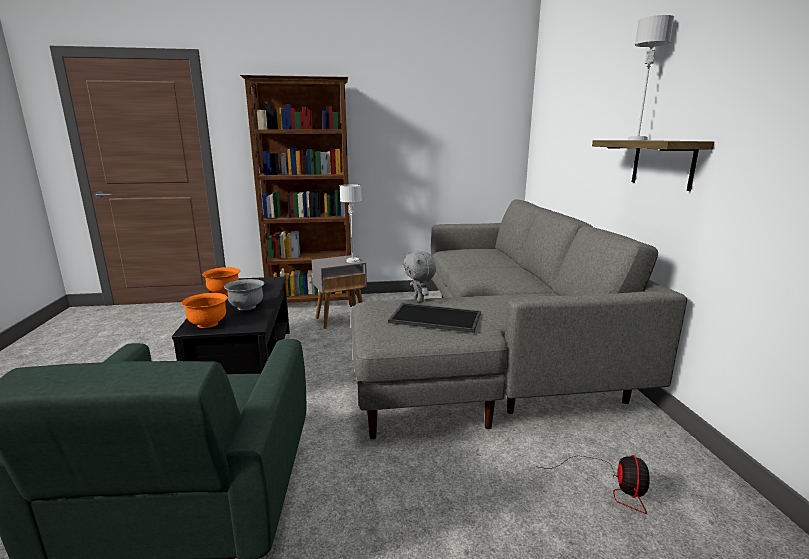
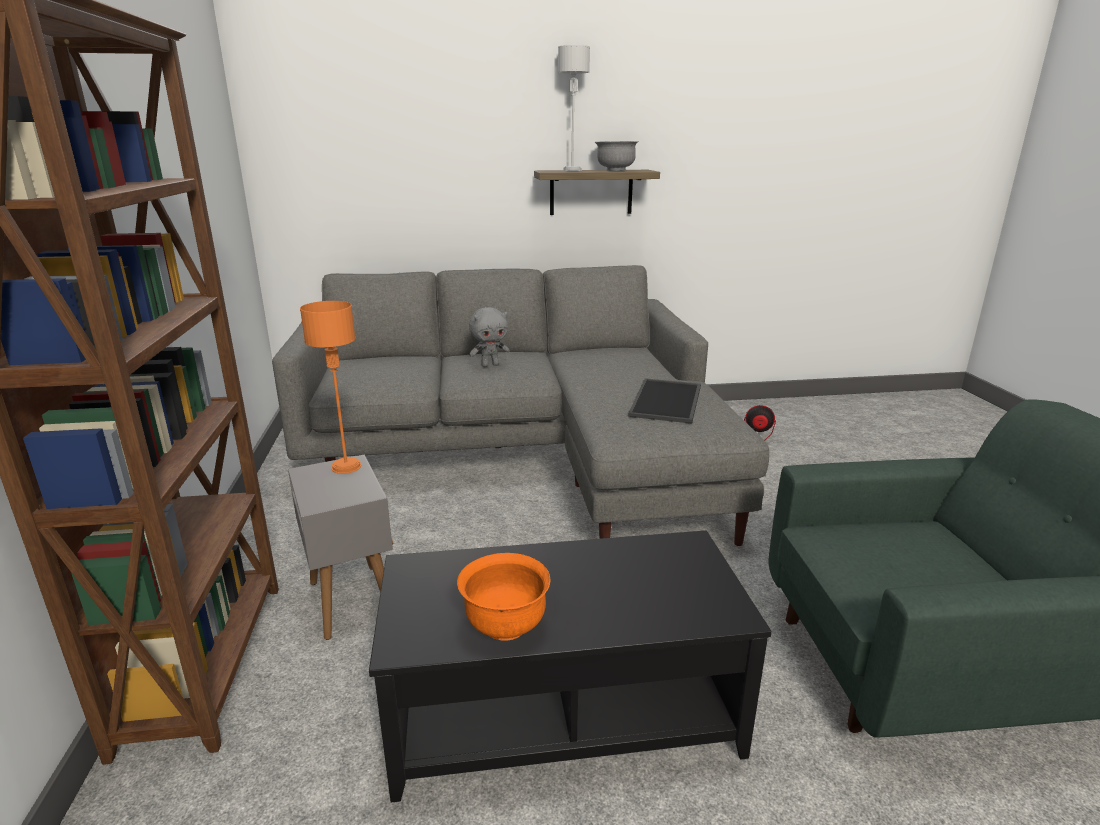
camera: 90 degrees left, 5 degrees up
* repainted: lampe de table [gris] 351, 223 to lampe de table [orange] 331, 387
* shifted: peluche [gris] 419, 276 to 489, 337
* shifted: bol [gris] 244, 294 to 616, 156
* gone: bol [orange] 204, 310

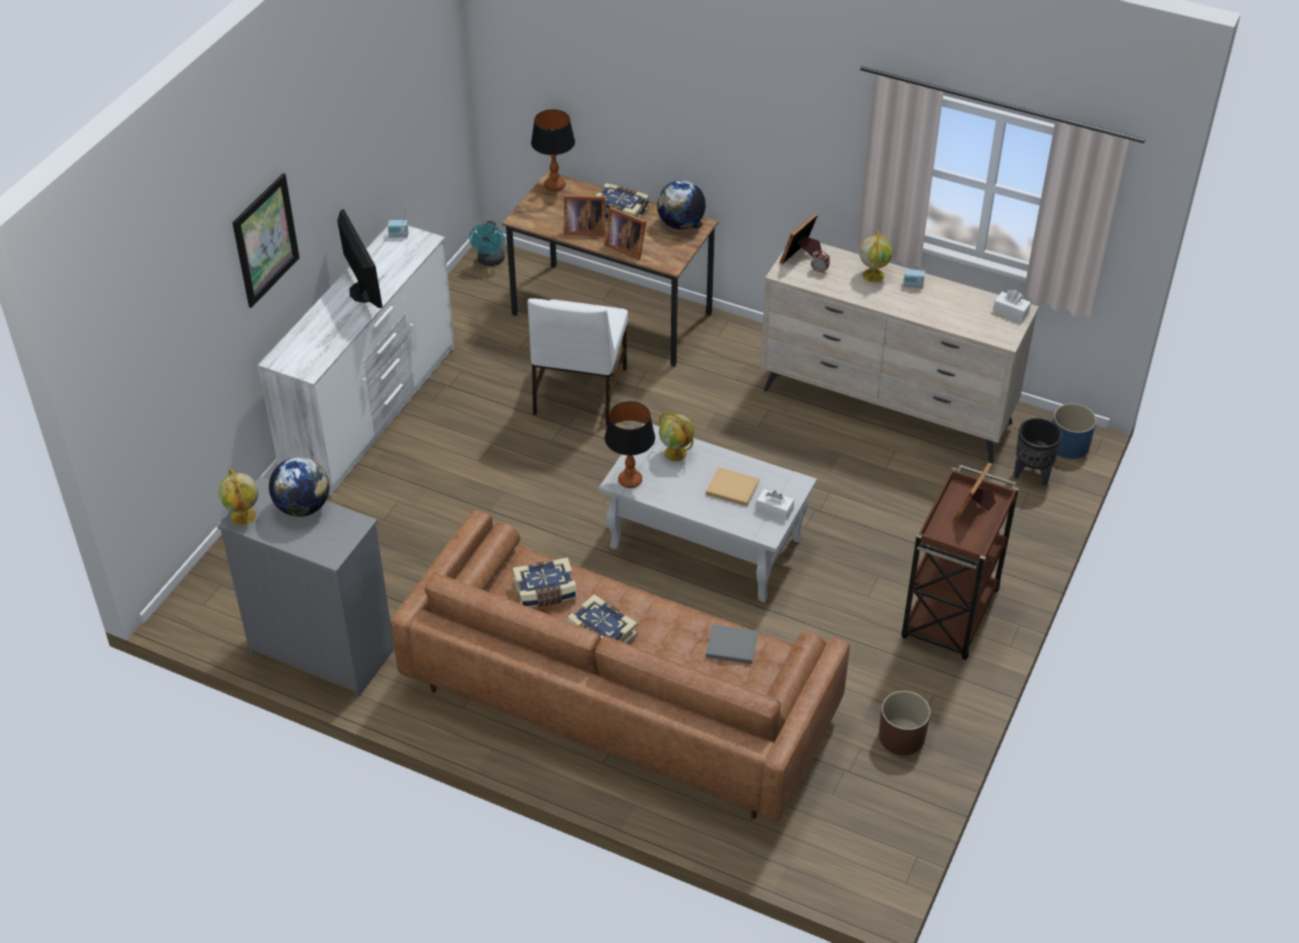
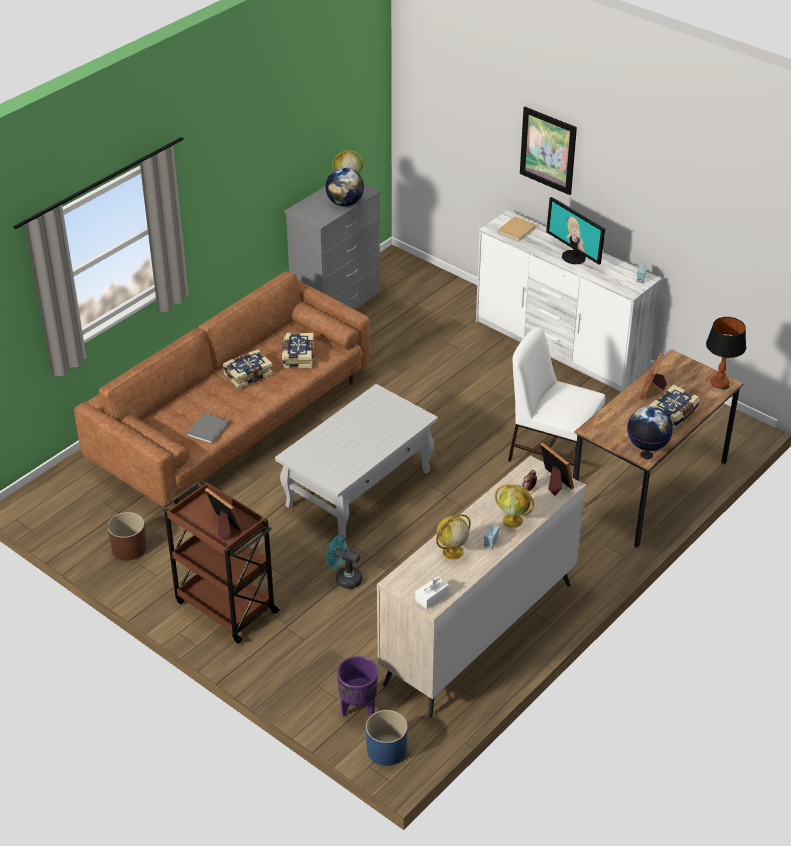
camera: 105 degrees right, 5 degrees down
* gone: cadre photo 625, 233
* rotated: écran d'ordinateur 360, 258 = 575, 230 60 degrees clockwise
* shifted: ventilateur [turquoise] 487, 243 to 344, 562
* gone: lampe de table 630, 444
* shifted: globe 676, 436 to 453, 537
* repainted: cache-pot [noir] 1038, 452 to cache-pot [violet] 357, 686
* shifted: livre [beige] 732, 486 to 517, 229
* gone: boîte à mouchoirs [blanc] 775, 505

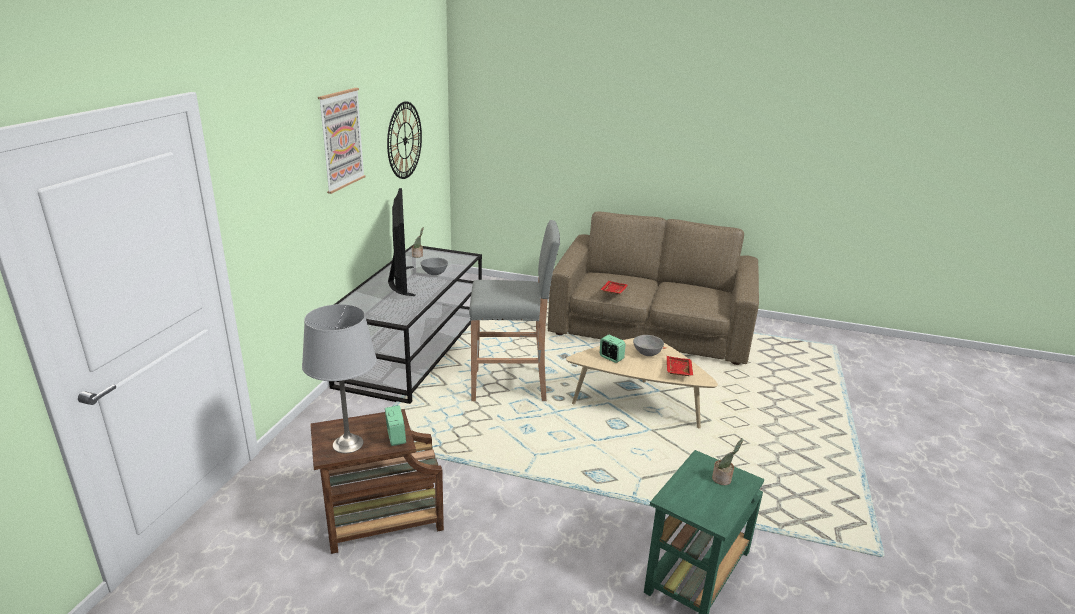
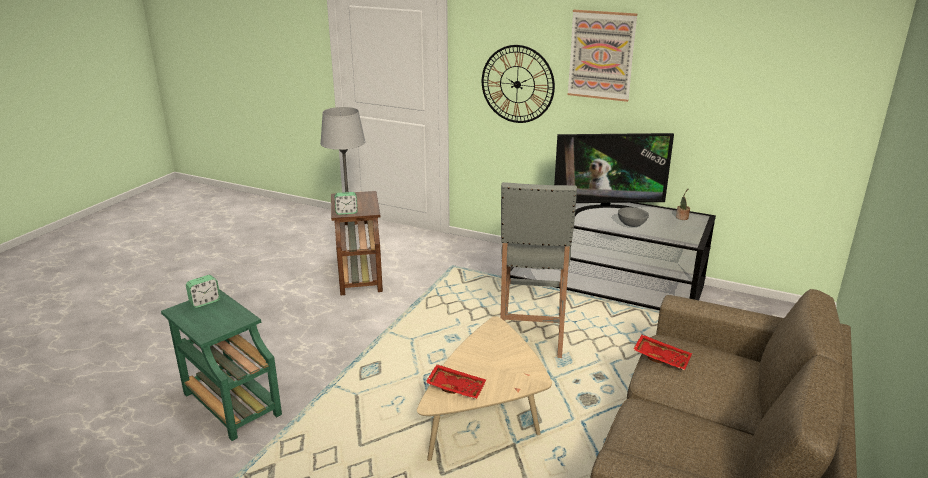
camera: 100 degrees right, 0 degrees up
* shifted: horloge murale 404, 140 to 518, 84
* shifted: réveil 612, 349 to 203, 291
* gone: bol [gris] 648, 345
* gone: plante en pot 727, 461

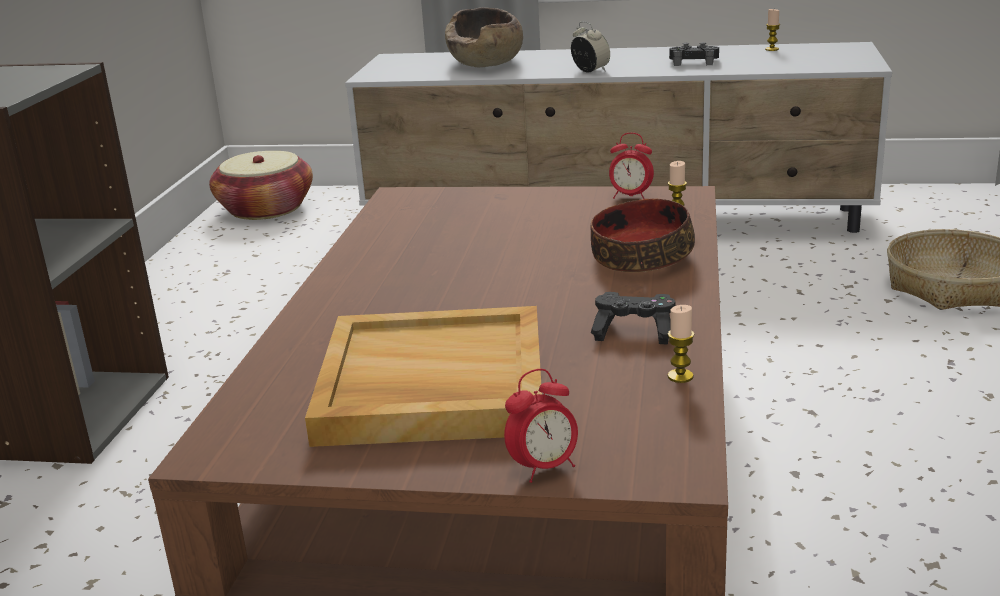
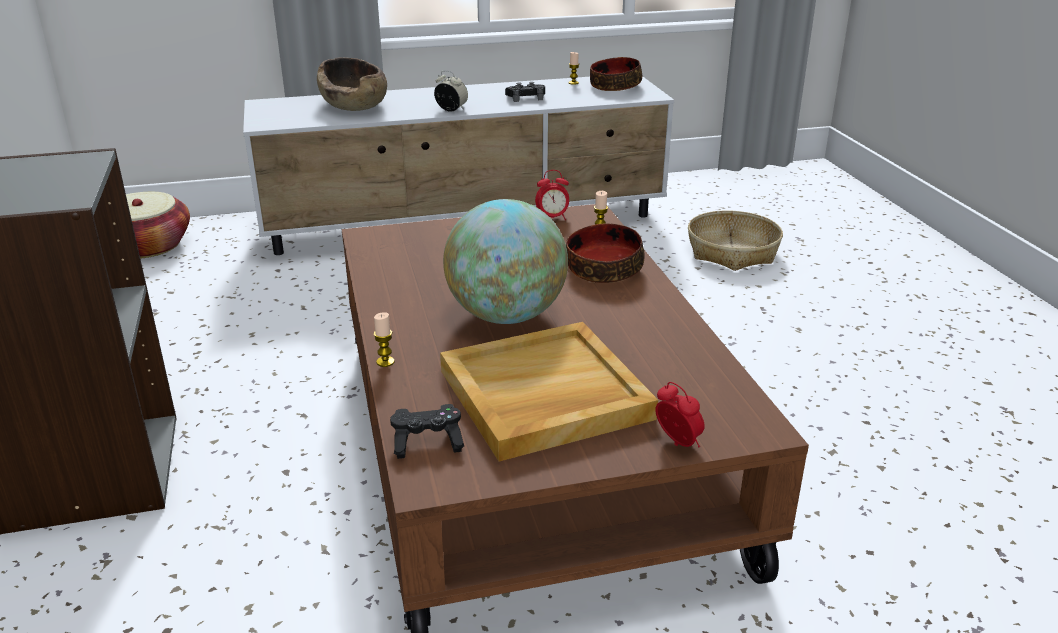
camera: 25 degrees left, 5 degrees up
* shifted: manette [noir] 633, 318 to 427, 431
* shifted: bougie 681, 344 to 384, 339
* rotated: réveil 541, 426 = 680, 414 75 degrees counterclockwise
* new: bol 616, 74
* new: globe 505, 261

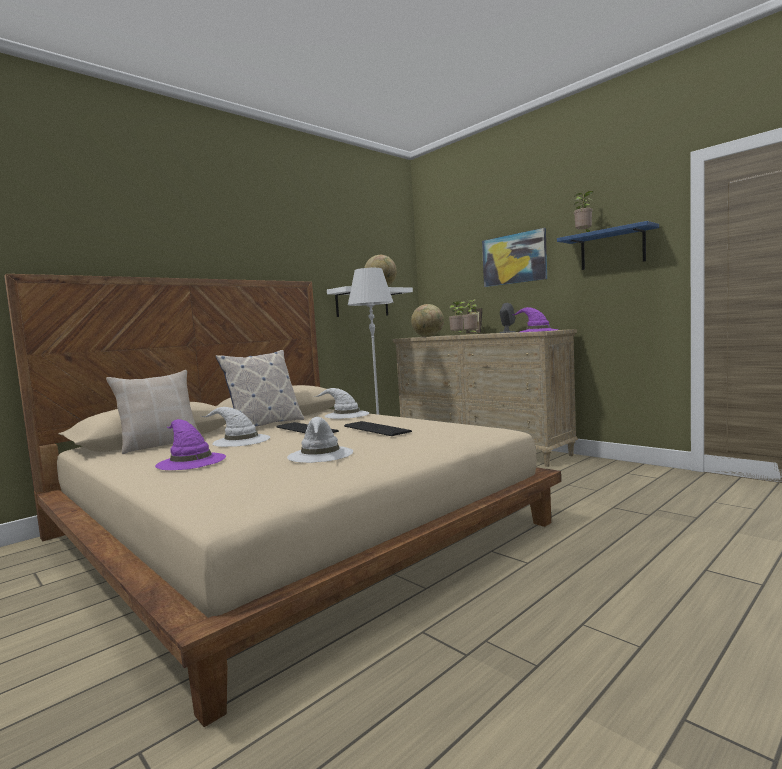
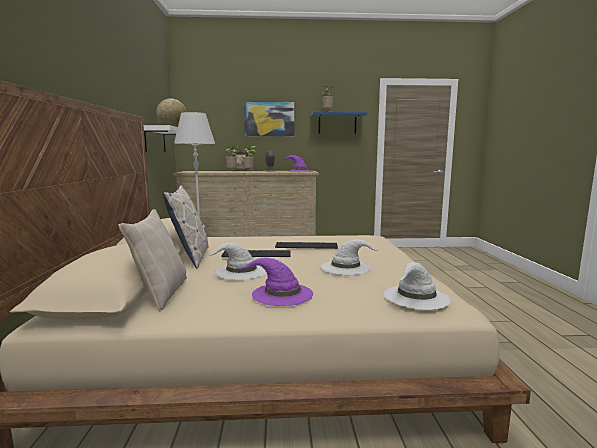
camera: 50 degrees left, 5 degrees up
* gone: globe 427, 320
* shifted: chapeau [blanc] 342, 403 to 417, 286

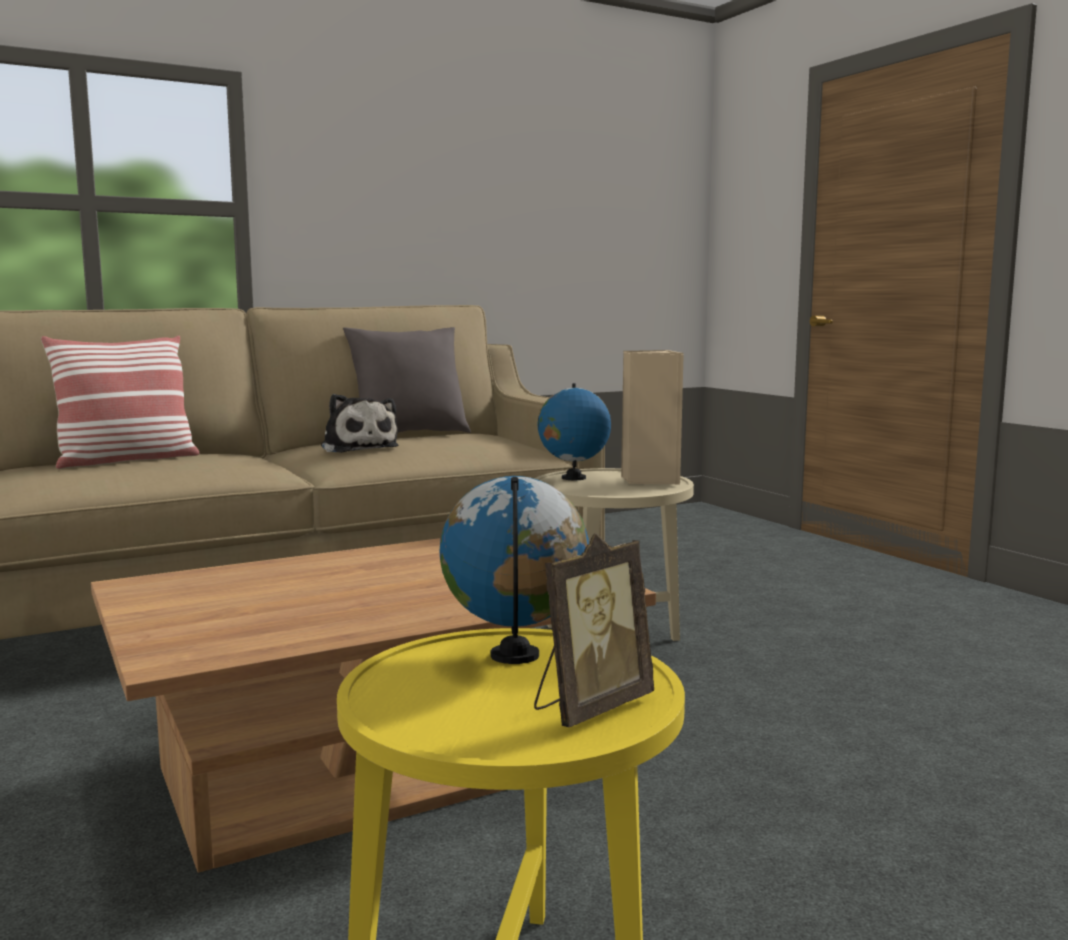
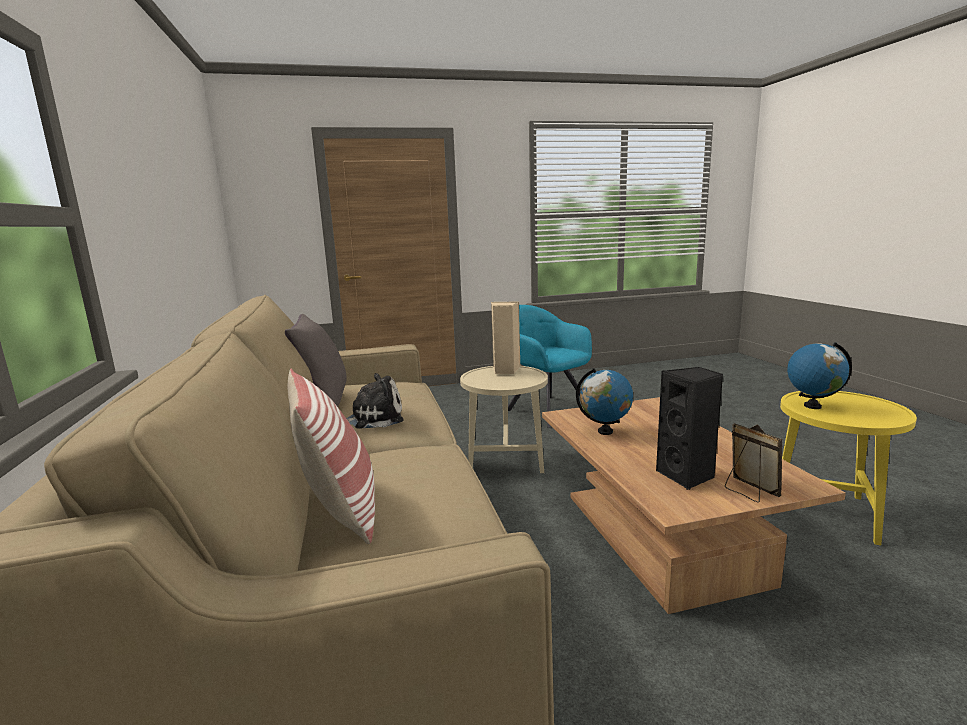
camera: 75 degrees left, 5 degrees up
* shifted: globe 574, 431 to 604, 401
* shifted: cadre photo 594, 630 to 753, 463
* new: fauteuil [turquoise] 550, 366
* new: enceinte [noir] 690, 428

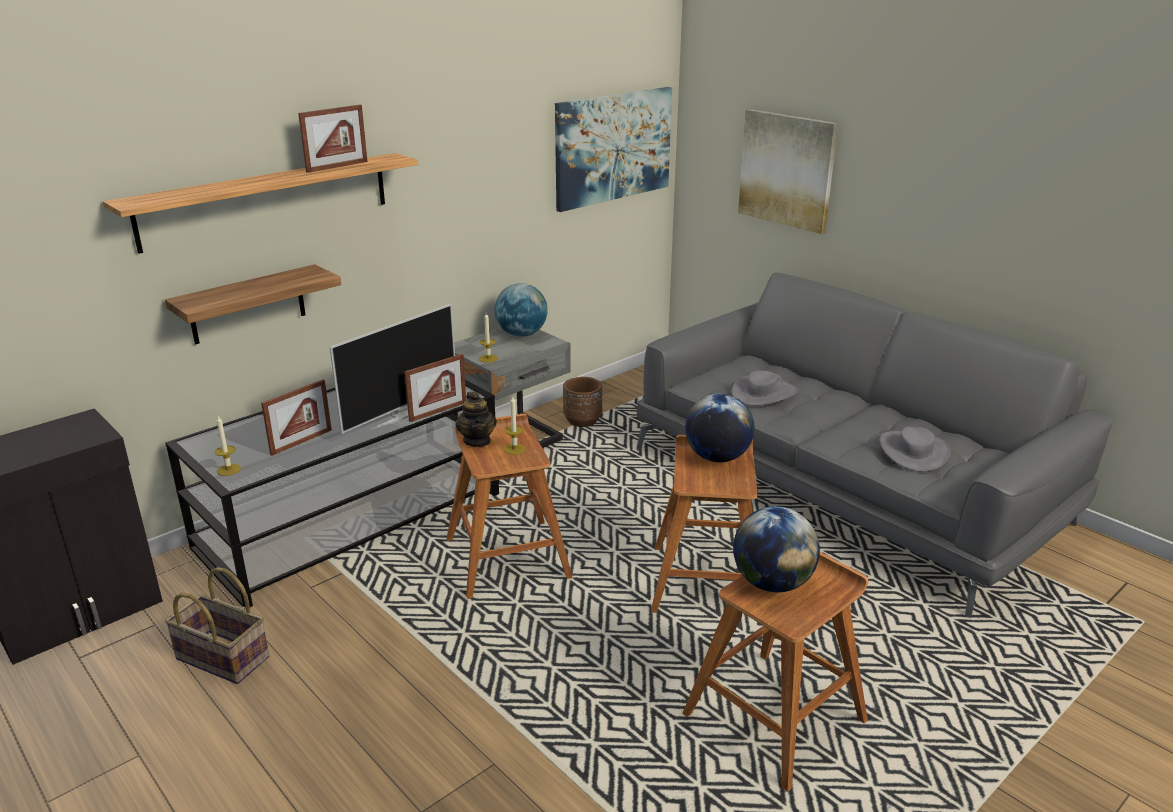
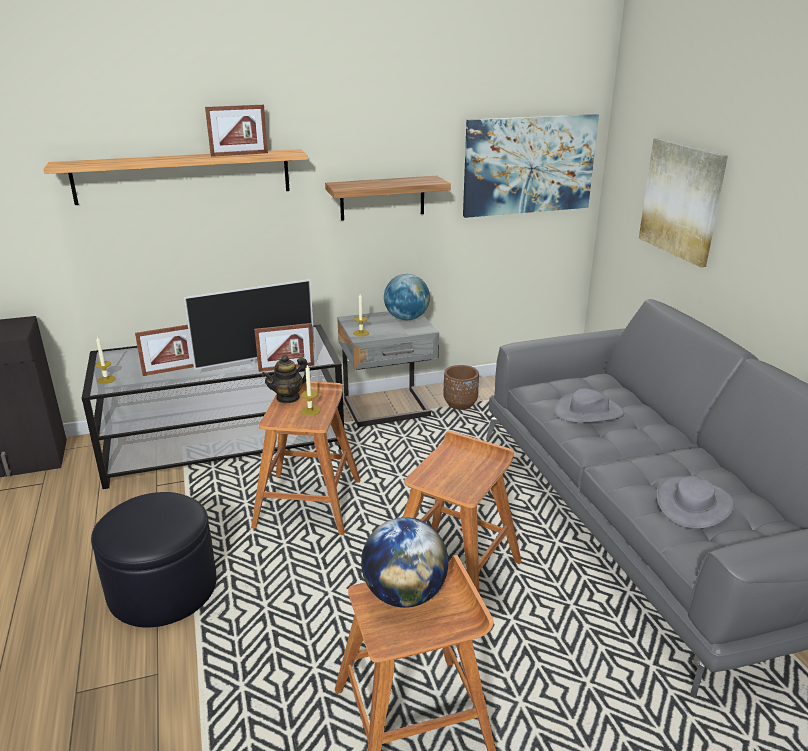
camera: 25 degrees right, 0 degrees up
* shifted: étagère 253, 304 to 388, 198
* rotated: théière 476, 419 = 286, 379 45 degrees clockwise
* gone: globe 719, 428
* gone: panier 217, 625
* new: pouf [noir] 153, 560

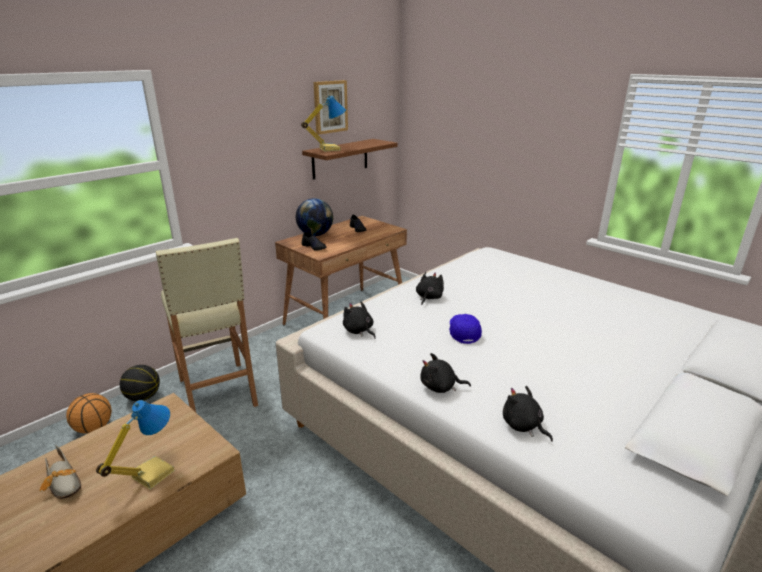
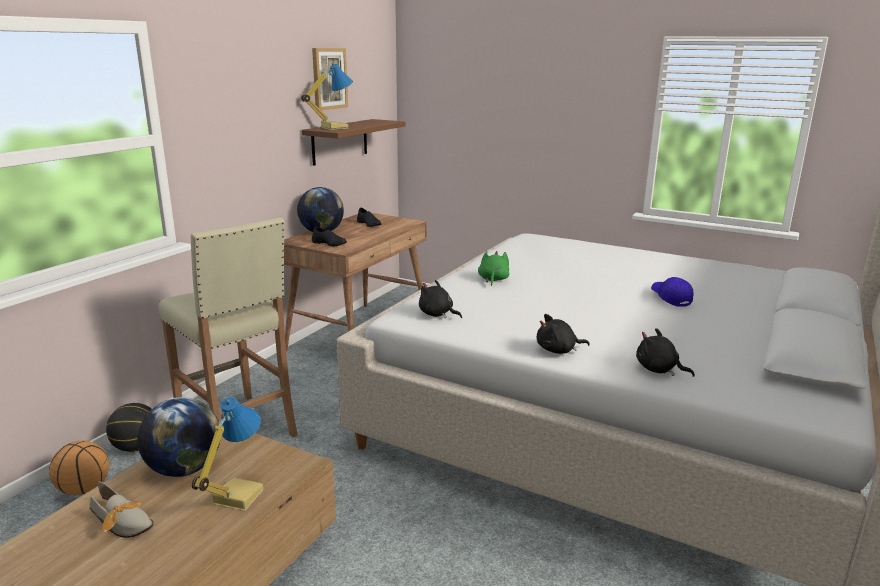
camera: 15 degrees left, 5 degrees down
* repainted: peluche [noir] 430, 288 to peluche [vert] 493, 268
* shifted: casquette [bleu] 465, 329 to 672, 292
* new: globe 178, 437

